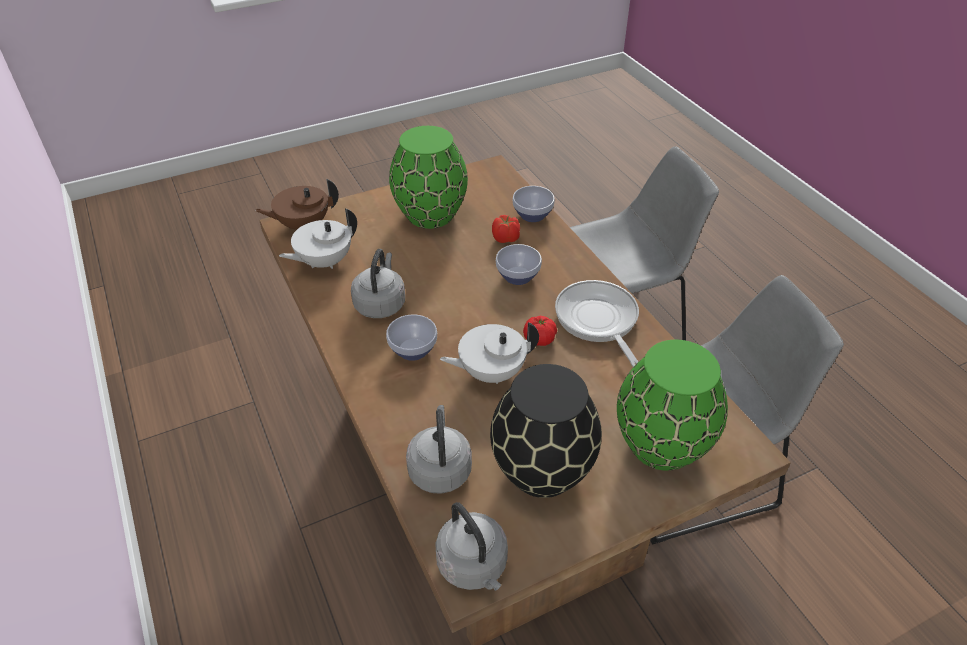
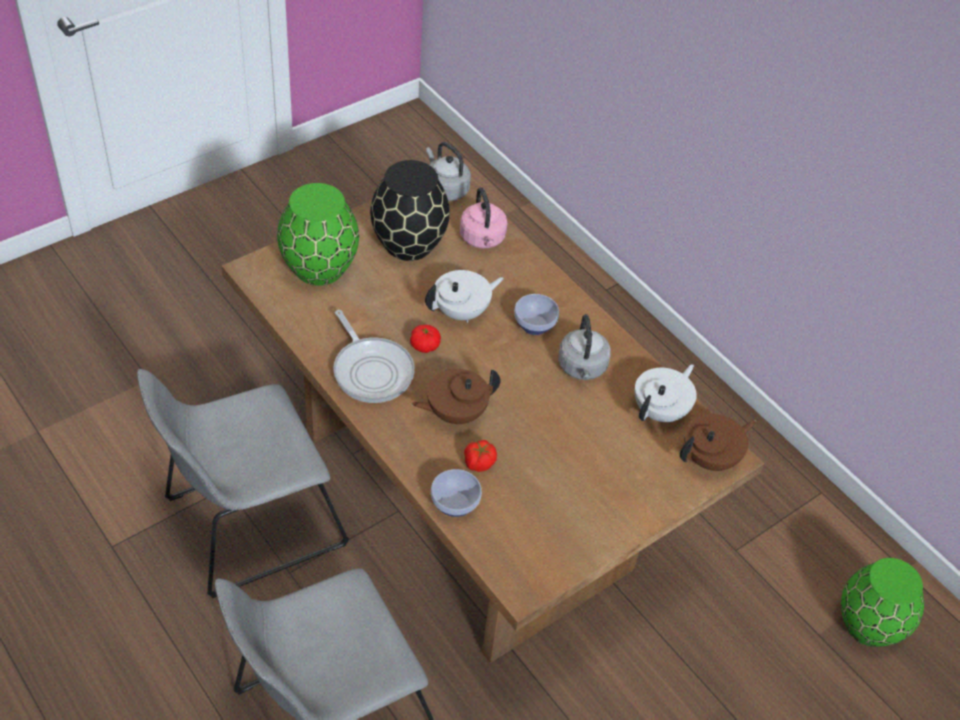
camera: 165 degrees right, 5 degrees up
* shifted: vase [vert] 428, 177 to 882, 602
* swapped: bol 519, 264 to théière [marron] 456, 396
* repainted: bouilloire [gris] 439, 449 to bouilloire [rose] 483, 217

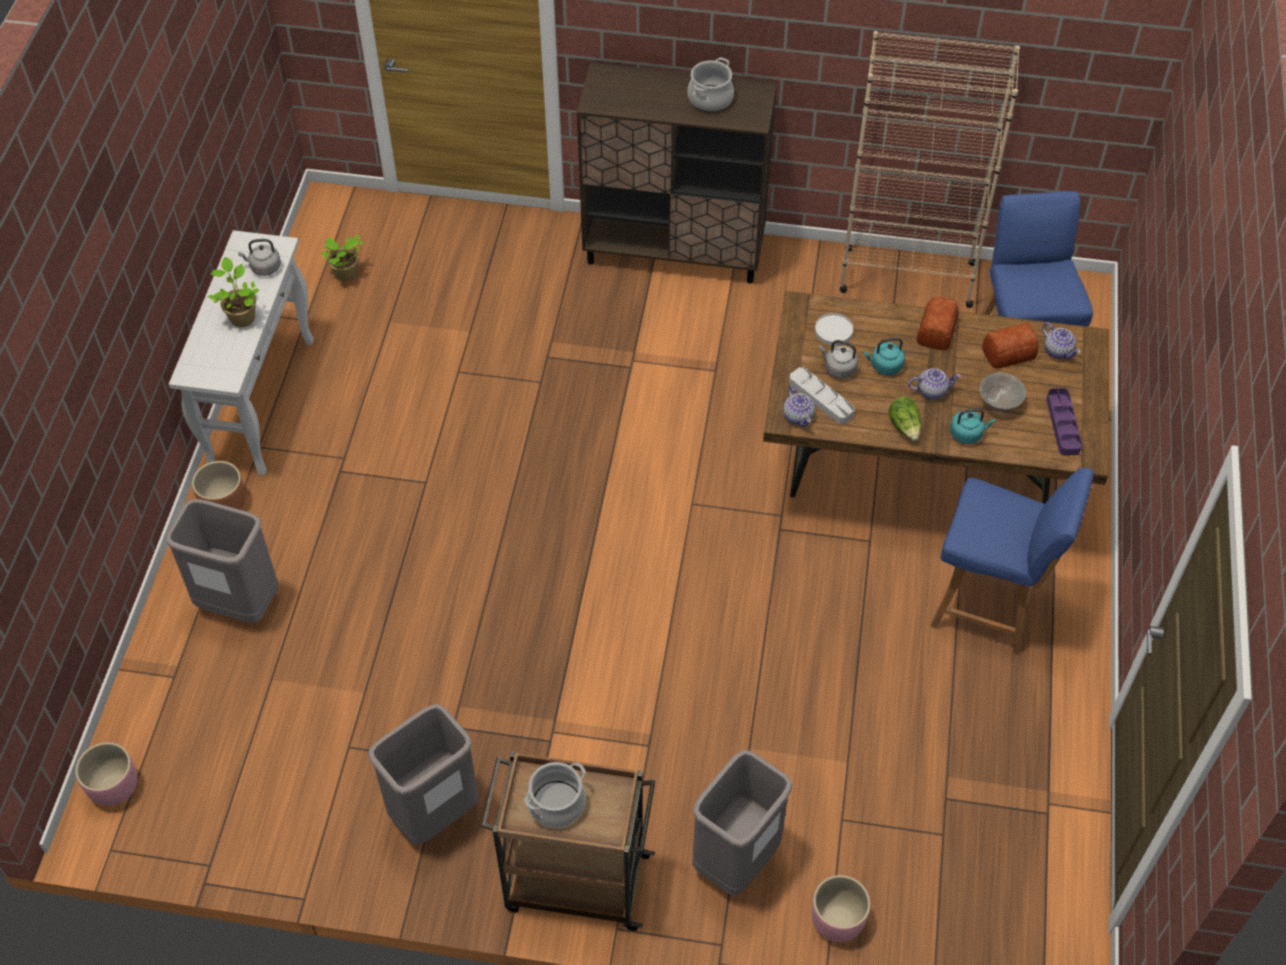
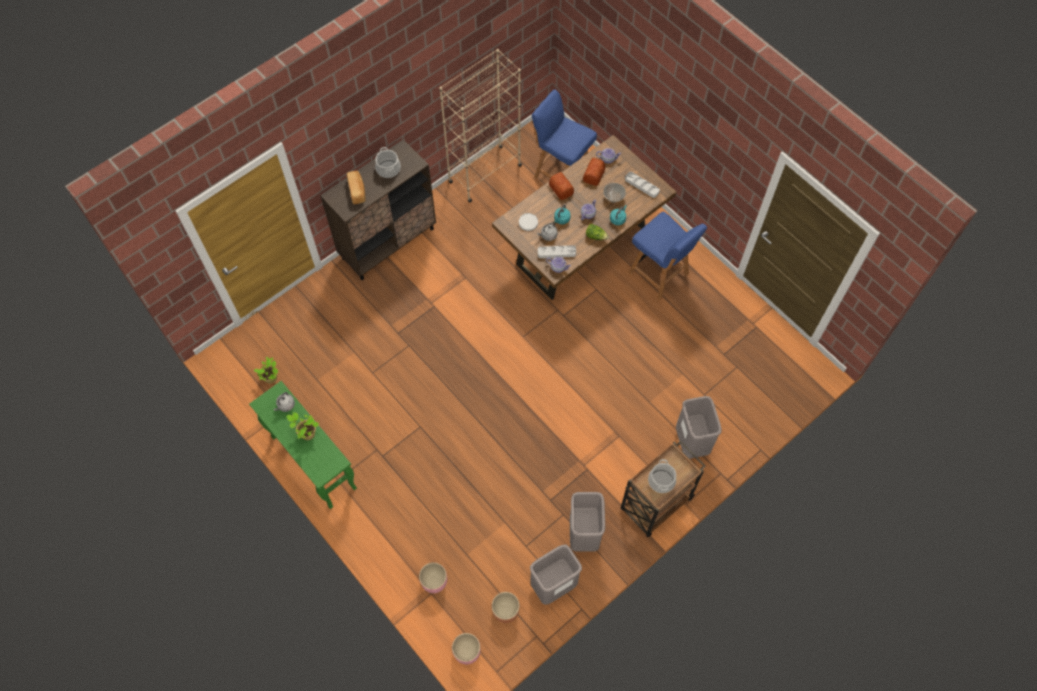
camera: 50 degrees left, 10 degrees up
* repainted: table console [blanc] 241, 353 to table console [vert] 303, 445
* repainted: plateau [violet] 1064, 422 to plateau [gris] 642, 185
* shifted: cache-pot [marron] 218, 485 to 505, 607
* rotated: chaise [bleu] 1012, 561 = 668, 256 75 degrees clockwise
* shifted: poubelle [gris] 222, 561 to 556, 574
* shifted: cache-pot [rose] 841, 908 to 433, 577
* new: pain 356, 187

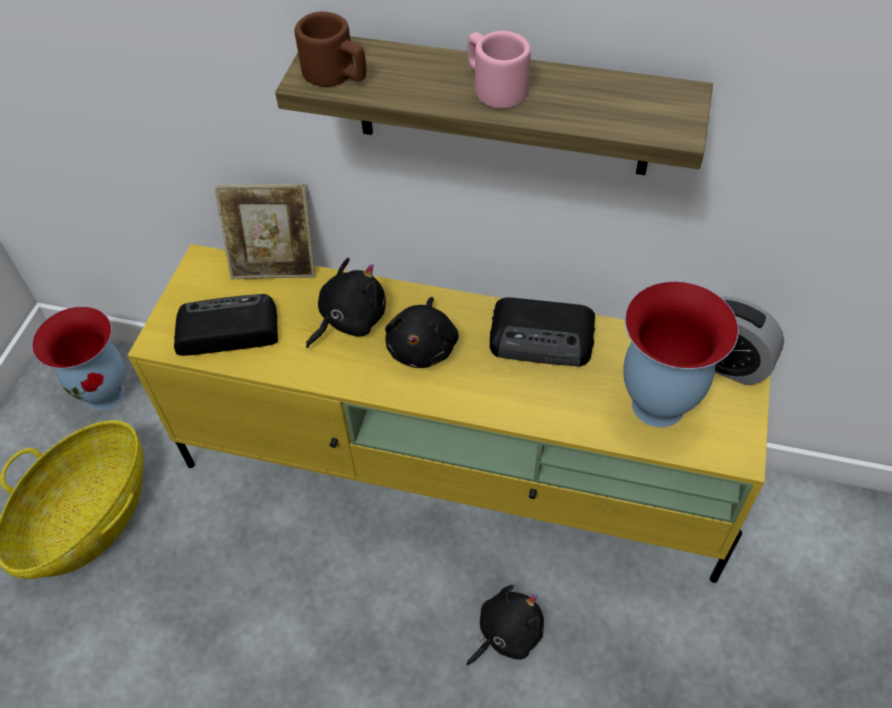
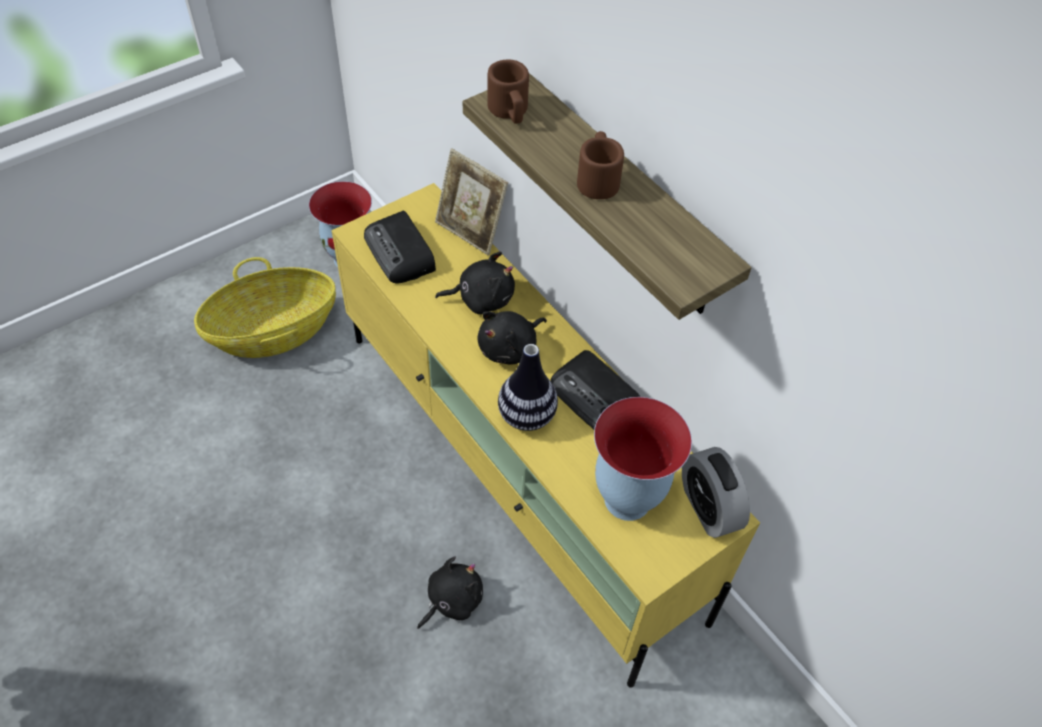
camera: 35 degrees right, 0 degrees up
* repainted: mug [rose] 499, 70 to mug [marron] 600, 165
* rotated: radio 226, 325 = 400, 247 150 degrees counterclockwise
* rotated: peluche [noir] 505, 625 = 450, 592 45 degrees counterclockwise
* new: vase 528, 387

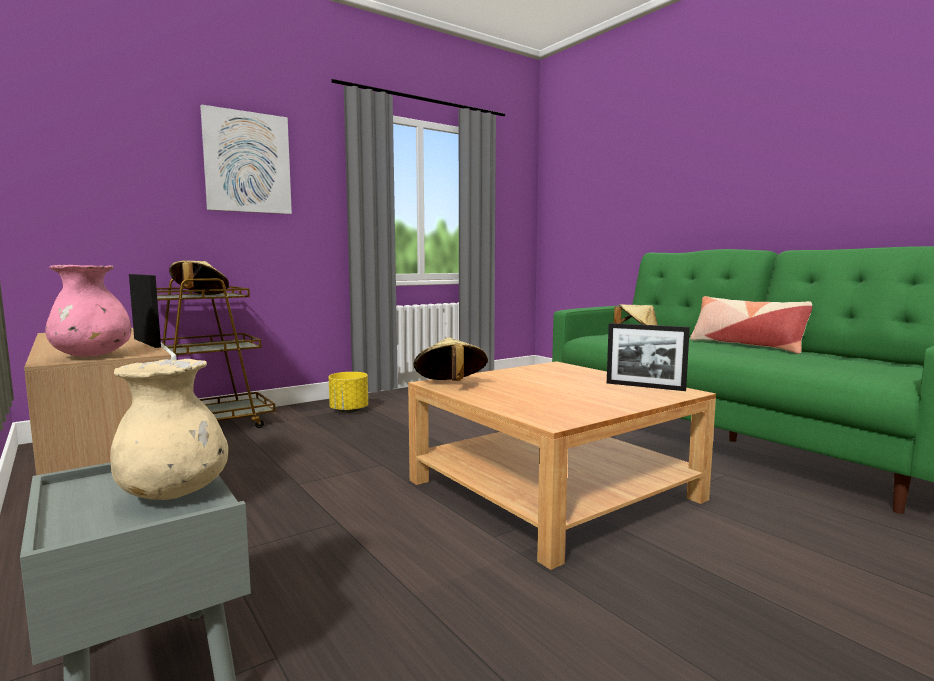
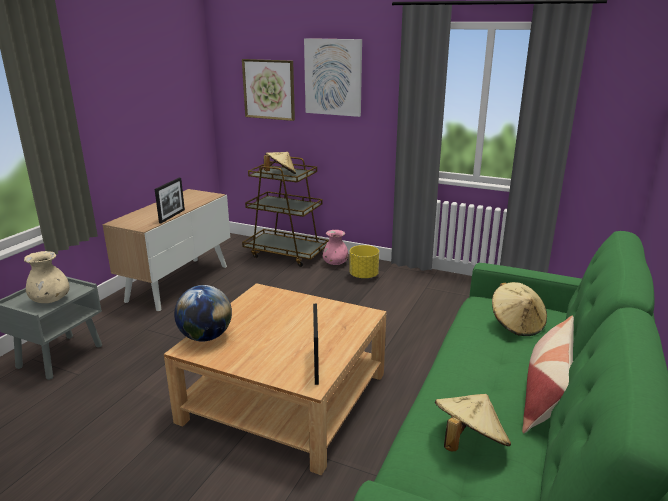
camera: 60 degrees right, 15 degrees up
* shifted: vase [rose] 88, 311 to 335, 247
* shifted: chapeau [beige] 451, 359 to 473, 423
* new: tableau 268, 90
* new: globe 203, 313

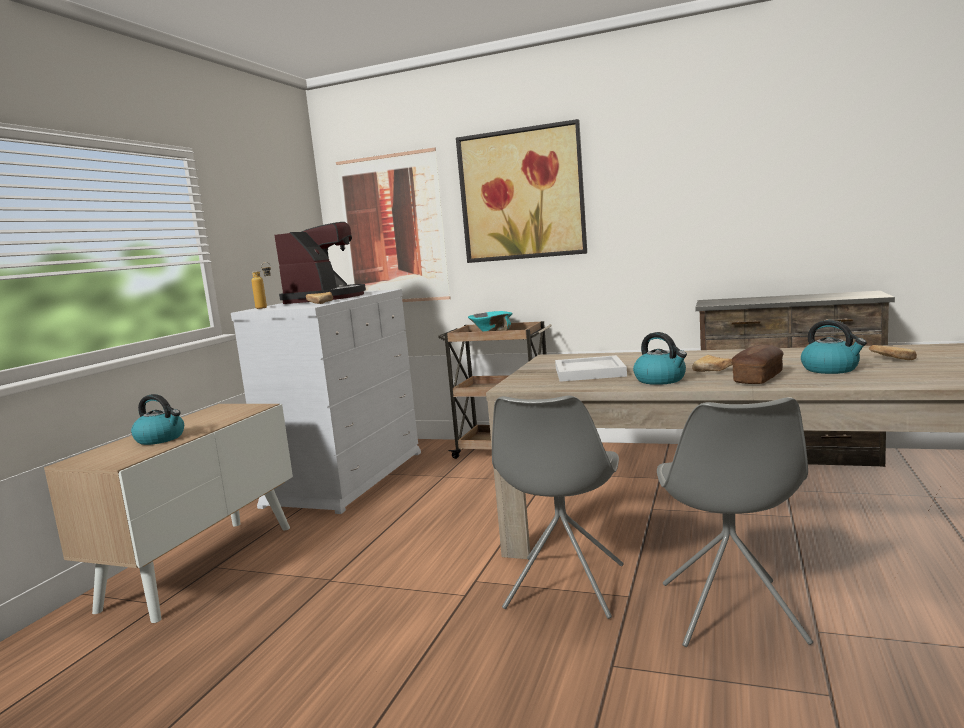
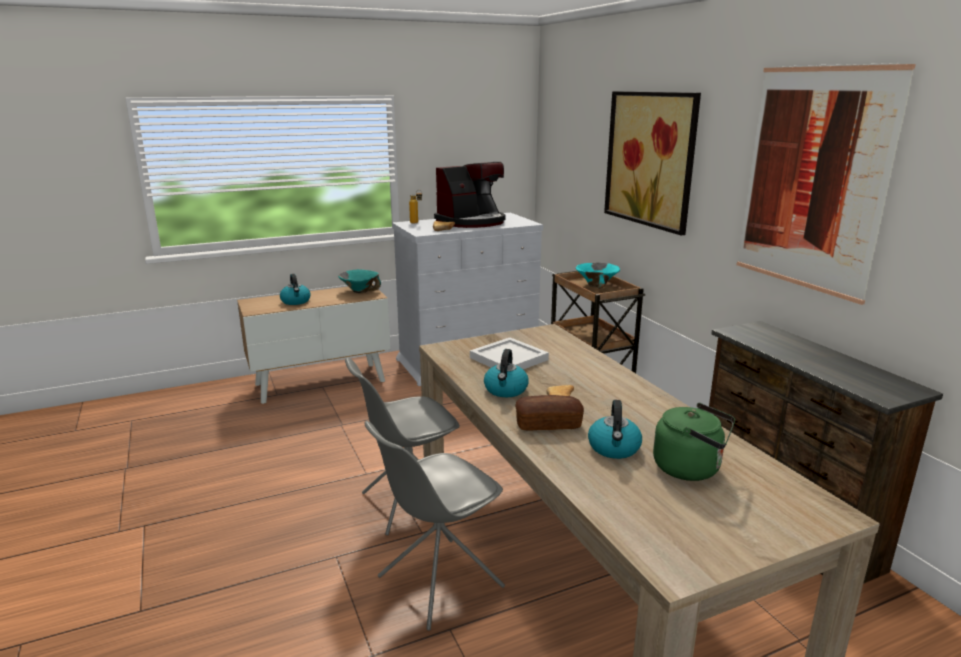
camera: 45 degrees right, 10 degrees up
* shifted: tableau 393, 224 to 826, 184
* swapped: pain 893, 352 to bouilloire [vert] 694, 442
* new: bol [turquoise] 359, 281

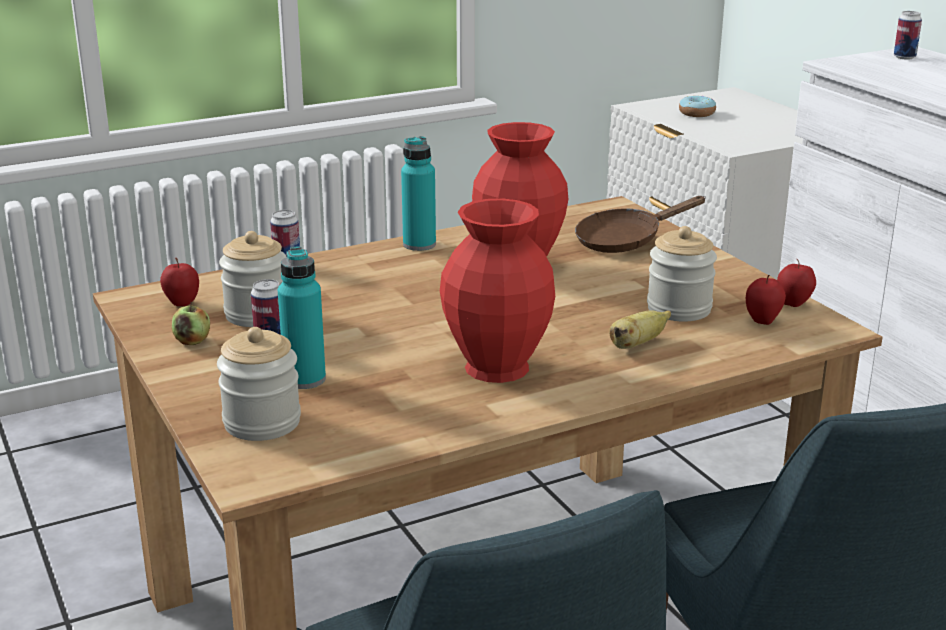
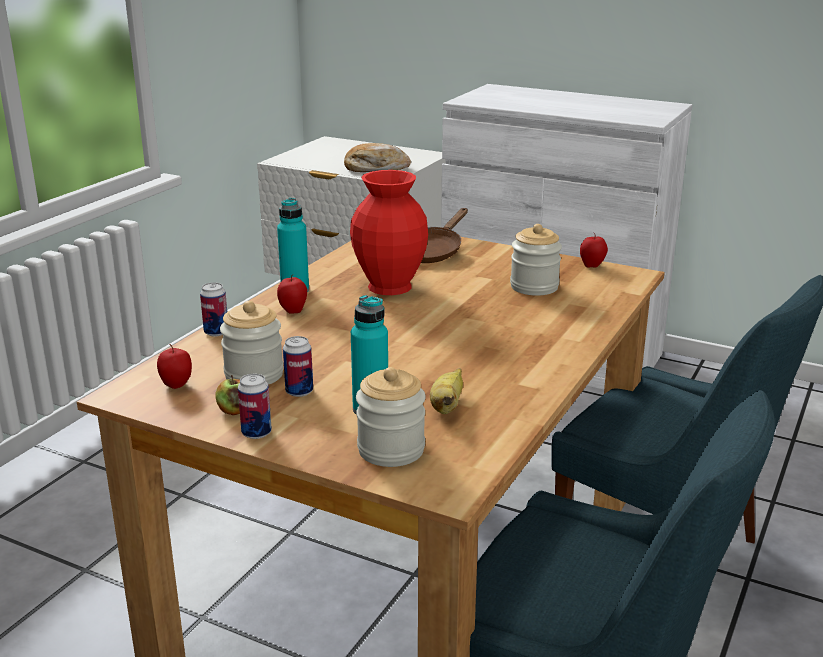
camera: 35 degrees left, 0 degrees up
* shifted: boîte métallique 908, 35 to 255, 406
* gone: beignet 697, 106
* gone: vase [rouge] 497, 290
* shifted: pomme 766, 300 to 292, 294
* shifted: banane 640, 329 to 446, 391
* new: pain 377, 157

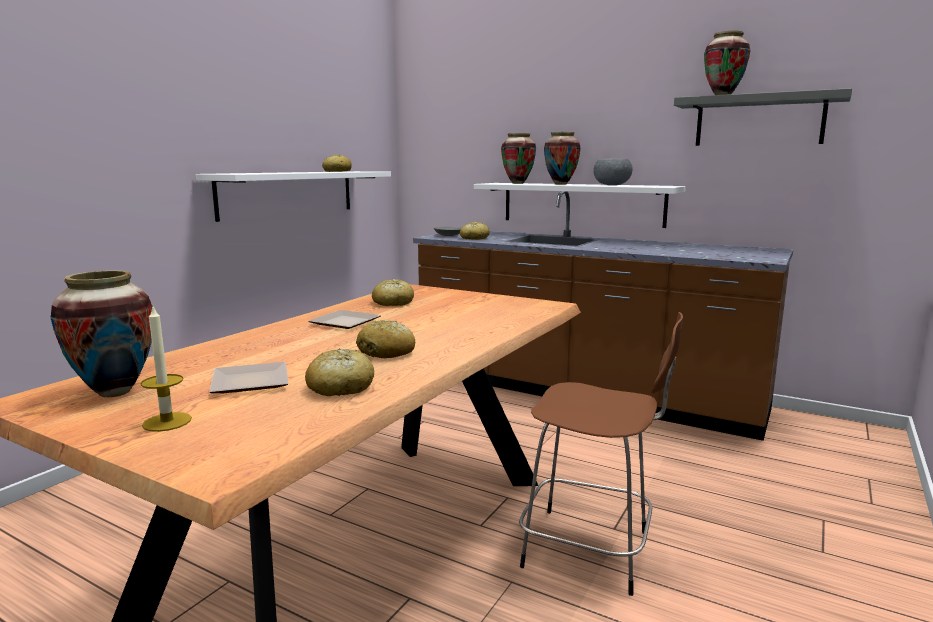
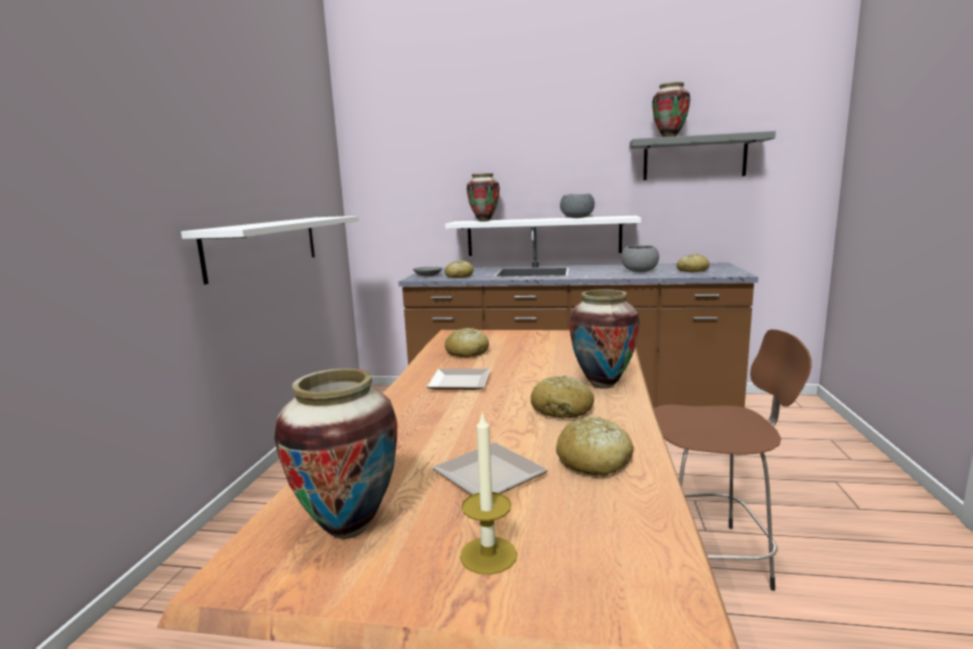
camera: 20 degrees left, 0 degrees up
* shifted: vase 562, 158 to 604, 339
* shifted: pain 337, 163 to 693, 263
* new: bol [gris] 640, 258

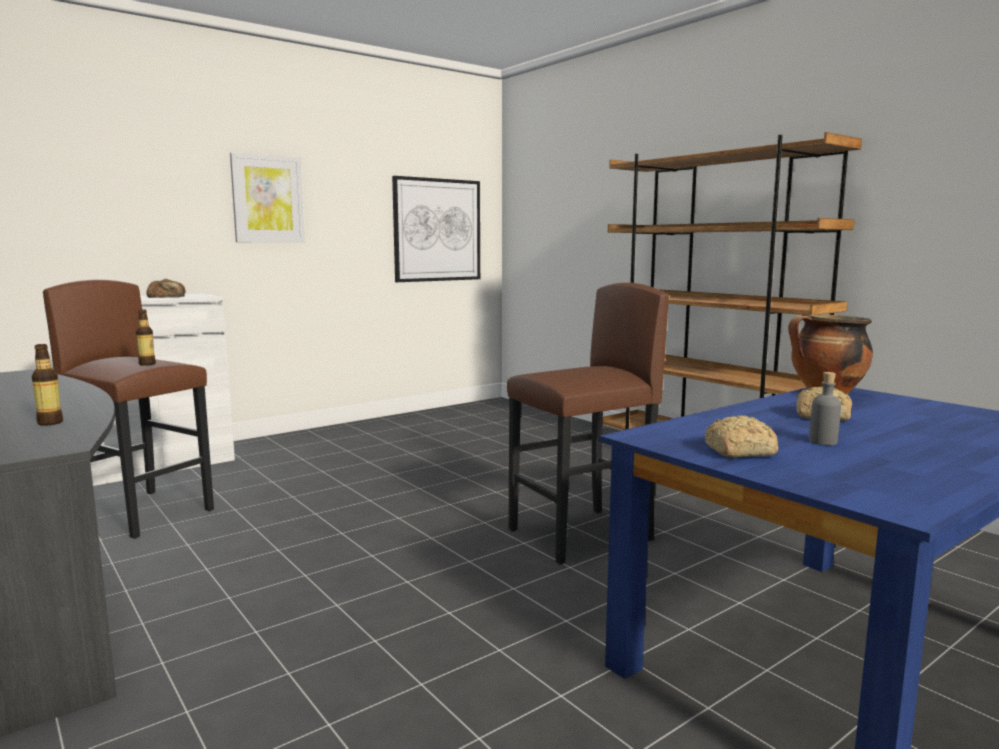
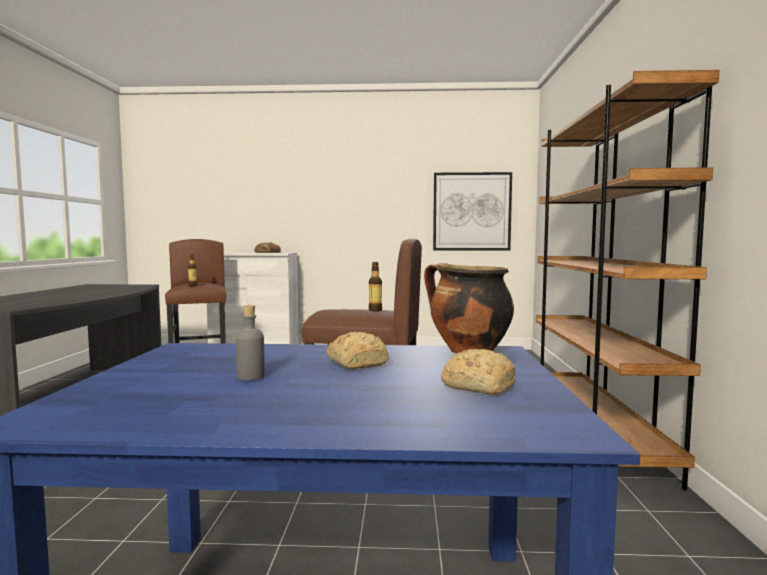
camera: 40 degrees right, 5 degrees down
* gone: tableau 267, 197
* shifted: bouteille 47, 385 to 375, 286
* shifted: pain 742, 437 to 478, 372

